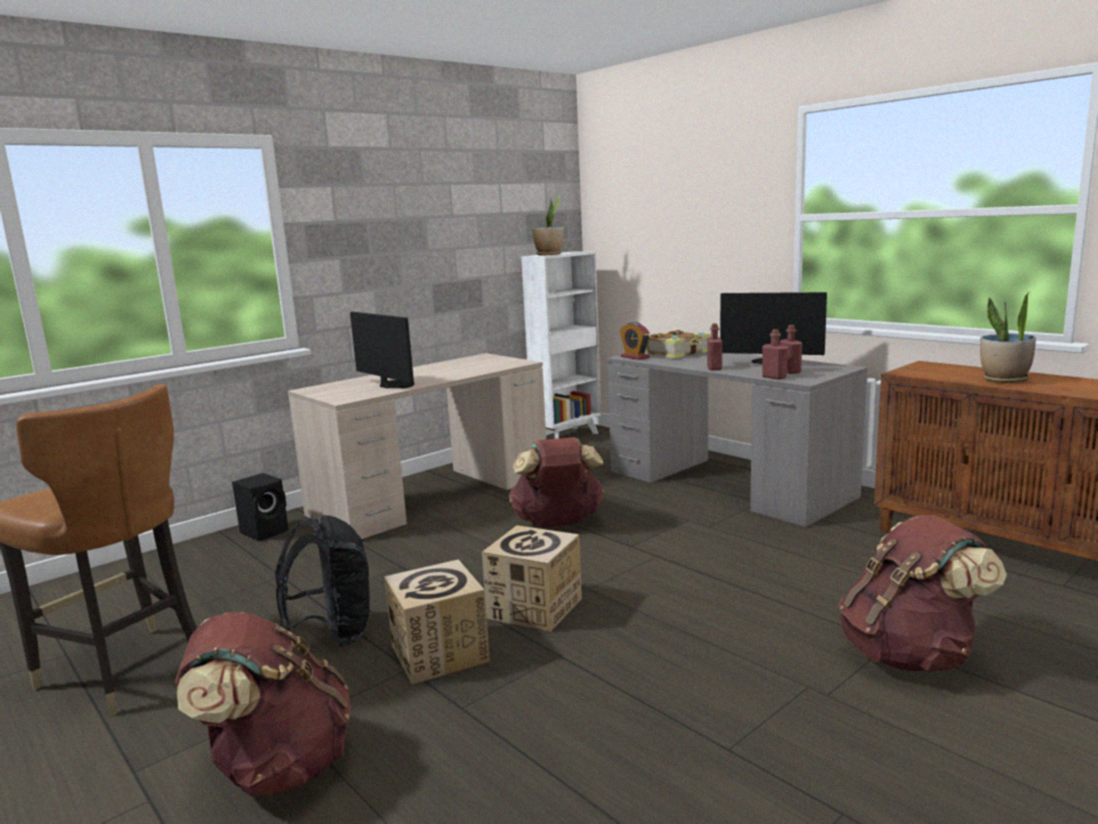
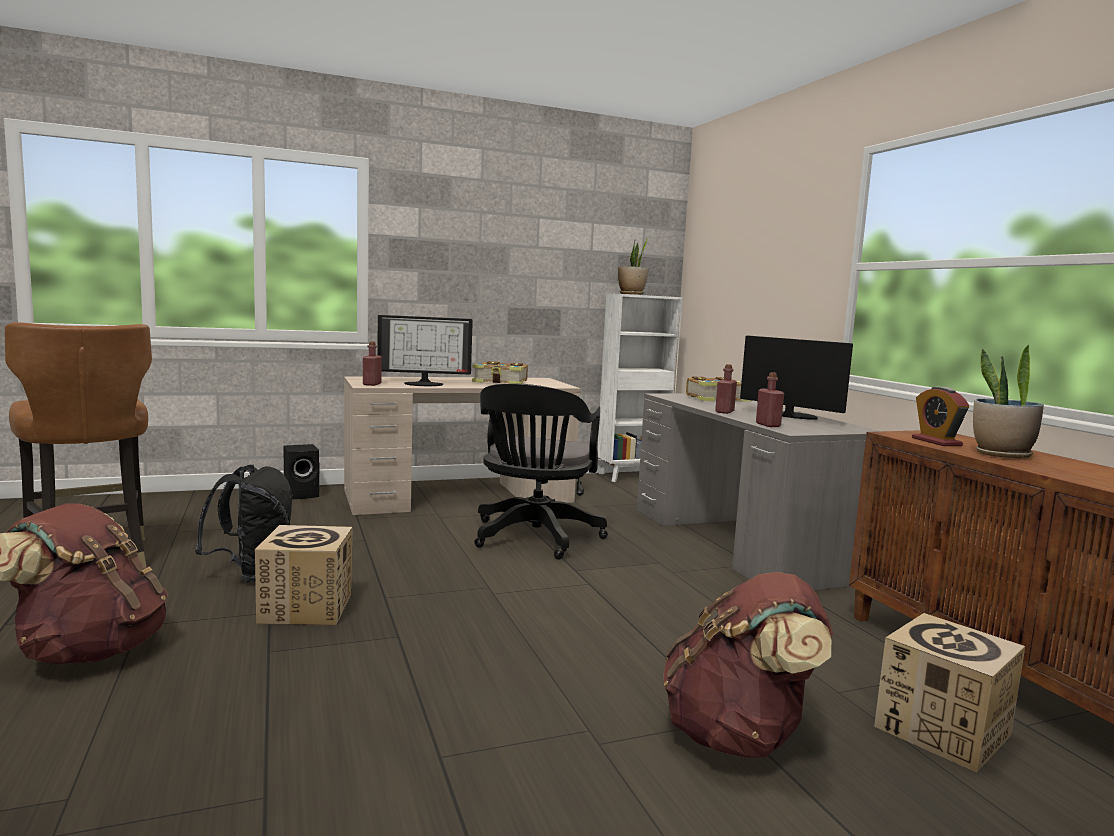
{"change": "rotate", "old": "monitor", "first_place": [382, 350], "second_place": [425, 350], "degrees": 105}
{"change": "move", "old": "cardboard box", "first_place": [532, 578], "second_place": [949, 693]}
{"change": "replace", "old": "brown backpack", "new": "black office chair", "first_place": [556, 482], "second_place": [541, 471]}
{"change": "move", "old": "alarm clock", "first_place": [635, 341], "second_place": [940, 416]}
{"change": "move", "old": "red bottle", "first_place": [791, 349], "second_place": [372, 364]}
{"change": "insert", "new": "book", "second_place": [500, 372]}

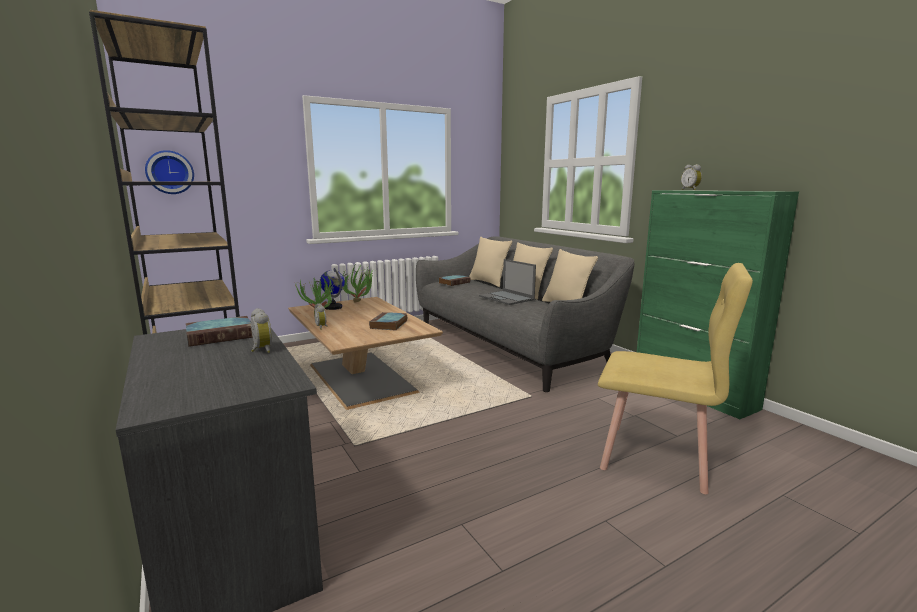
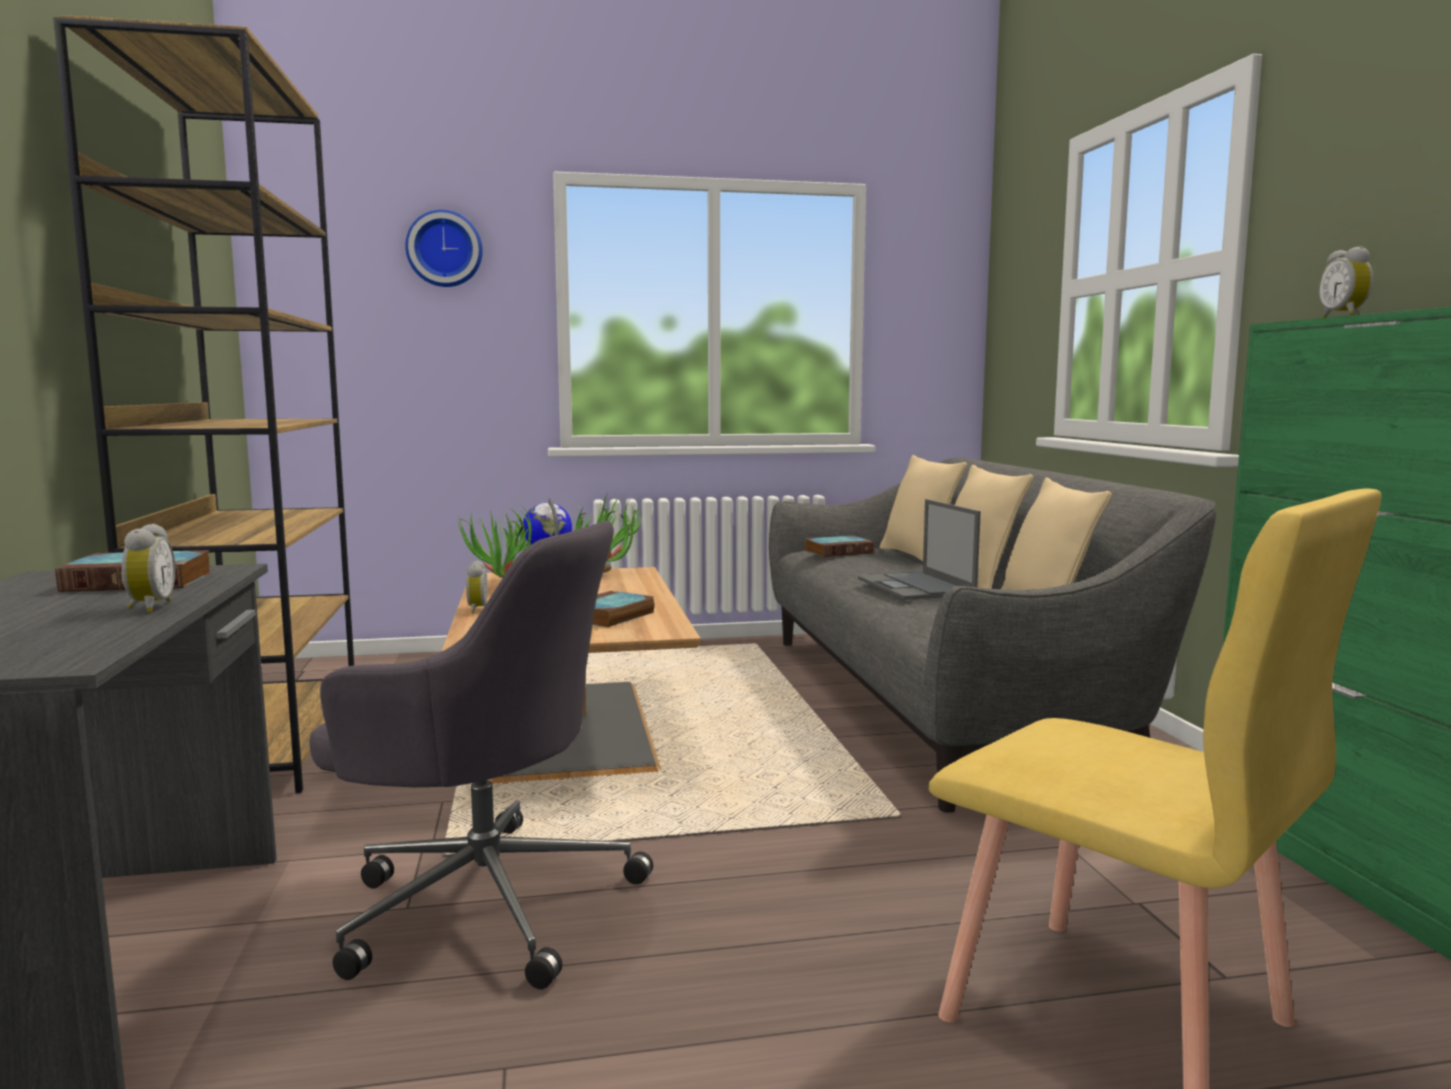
{"change": "move", "old": "wall clock", "first_place": [169, 172], "second_place": [444, 248]}
{"change": "insert", "new": "grey office chair", "second_place": [481, 755]}

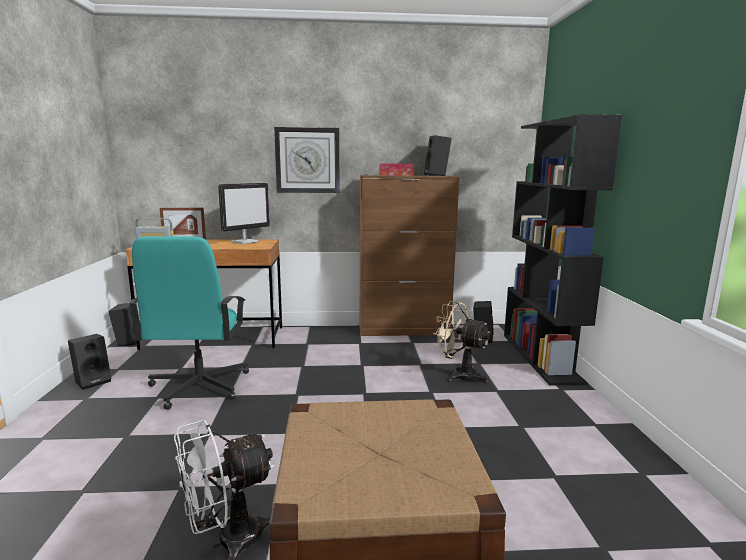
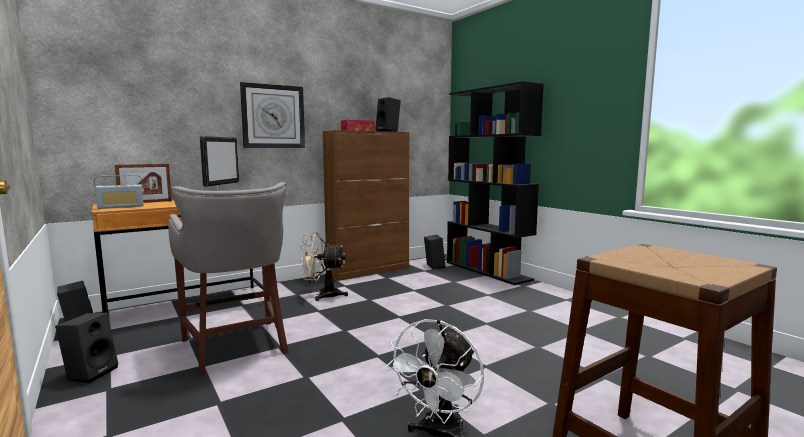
{"change": "replace", "old": "turquoise office chair", "new": "grey stool", "first_place": [188, 323], "second_place": [228, 278]}
{"change": "move", "old": "beige fan", "first_place": [461, 342], "second_place": [324, 266]}

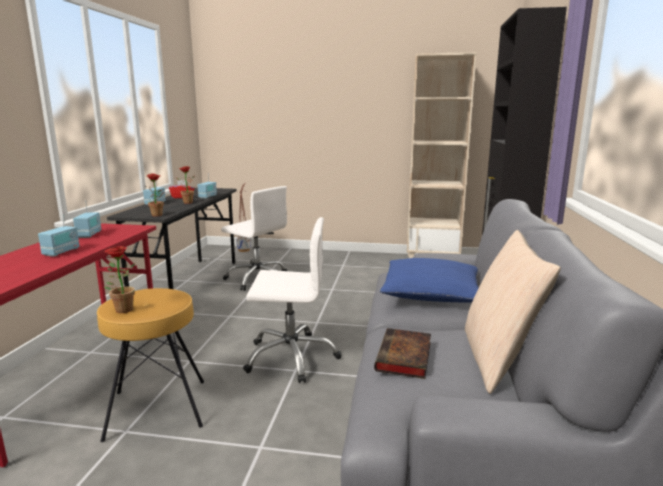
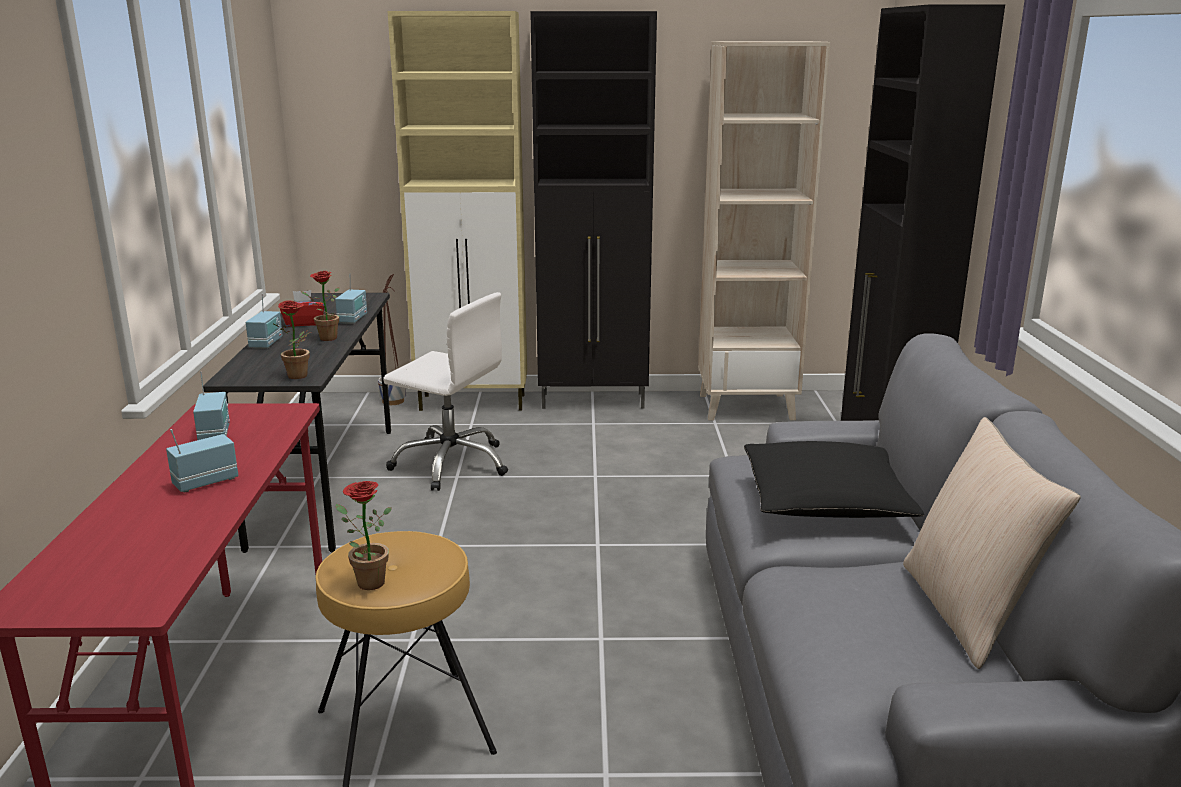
{"change": "rotate", "old": "radio", "first_place": [59, 234], "second_place": [202, 461], "degrees": -135}
{"change": "delete", "old": "white office chair", "first_place": [292, 300]}
{"change": "delete", "old": "book", "first_place": [402, 353]}
{"change": "recolor", "old": "blue pillow", "new": "black pillow", "first_place": [429, 280], "second_place": [834, 479]}
{"change": "insert", "new": "beige cabinet", "second_place": [457, 211]}
{"change": "insert", "new": "black cabinet", "second_place": [593, 210]}

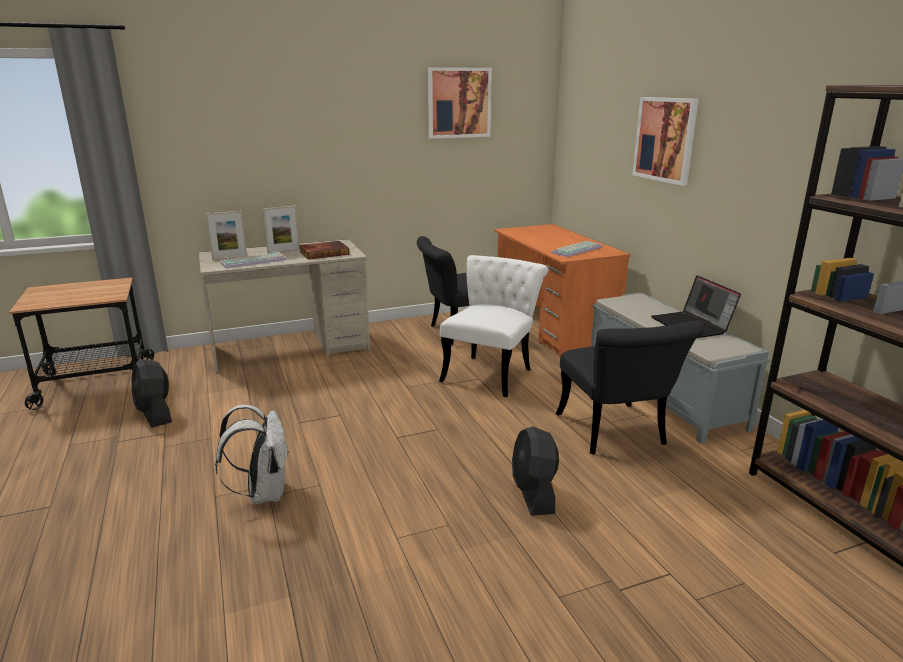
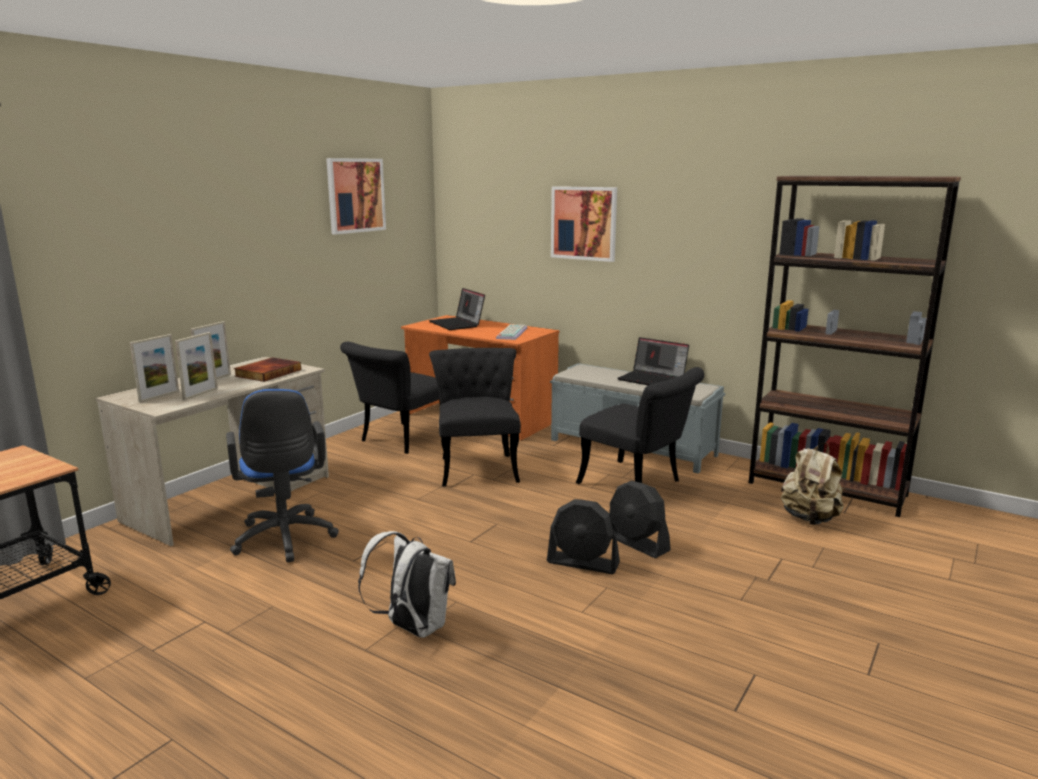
{"change": "move", "old": "black fan", "first_place": [152, 393], "second_place": [583, 536]}
{"change": "replace", "old": "keyboard", "new": "picture frame", "first_place": [254, 260], "second_place": [196, 366]}
{"change": "recolor", "old": "white chair", "new": "black chair", "first_place": [493, 326], "second_place": [475, 417]}
{"change": "insert", "new": "blue office chair", "second_place": [282, 475]}
{"change": "insert", "new": "laptop", "second_place": [457, 309]}
{"change": "insert", "new": "beige backpack", "second_place": [812, 484]}

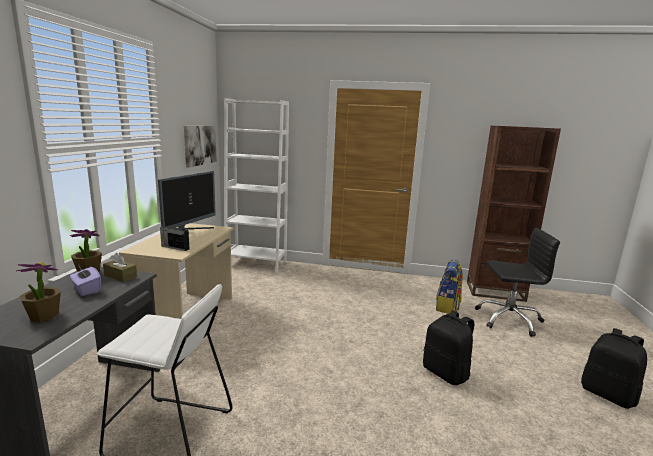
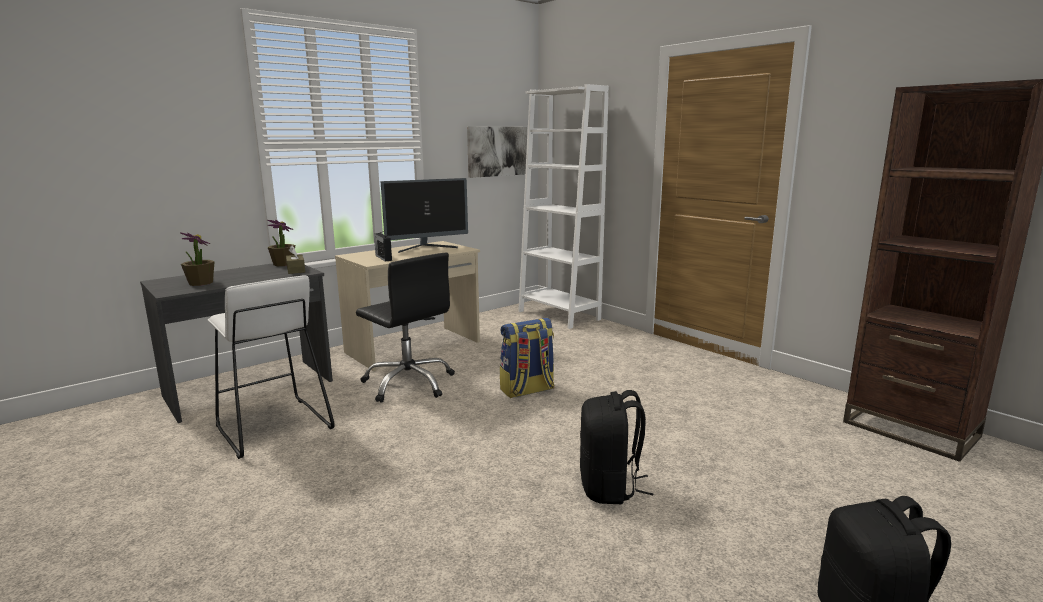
{"change": "delete", "old": "purple tissue box", "first_place": [85, 281]}
{"change": "move", "old": "backpack", "first_place": [449, 286], "second_place": [527, 358]}
{"change": "move", "old": "black office chair", "first_place": [517, 282], "second_place": [405, 328]}

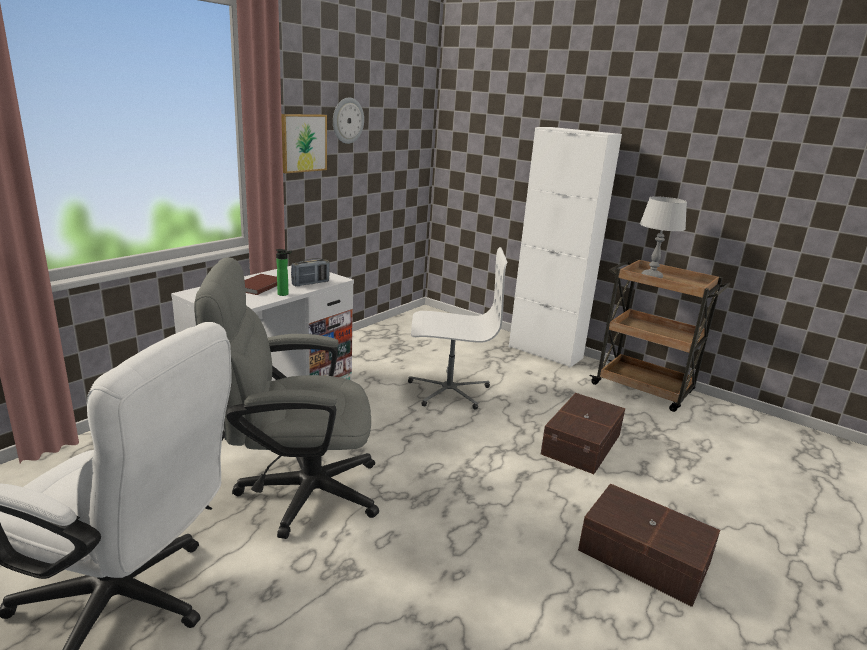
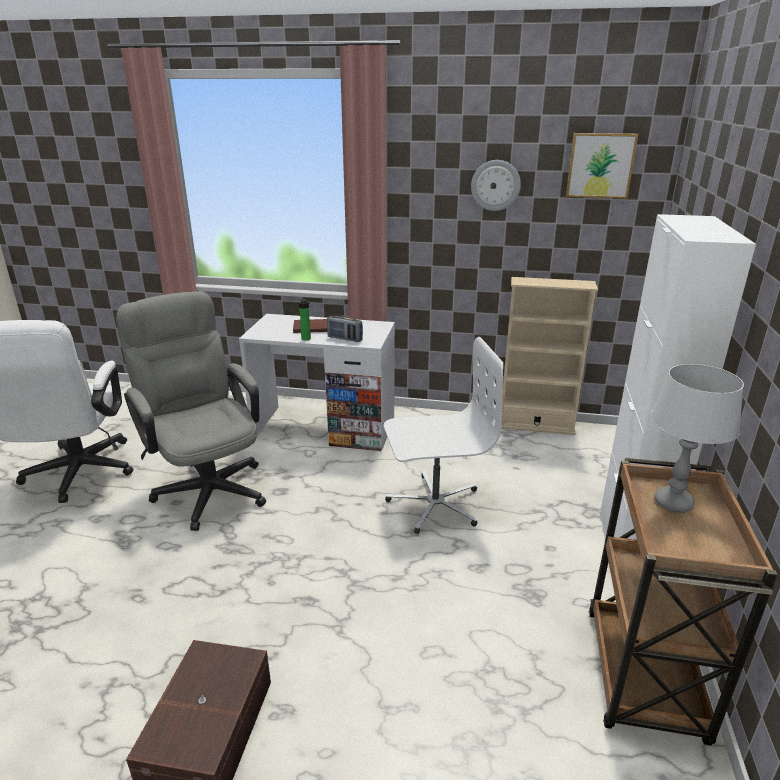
{"change": "move", "old": "picture", "first_place": [304, 144], "second_place": [602, 166]}
{"change": "rotate", "old": "white office chair", "first_place": [457, 328], "second_place": [443, 435], "degrees": -75}
{"change": "delete", "old": "brown storage box", "first_place": [583, 433]}
{"change": "insert", "new": "beige bookcase", "second_place": [549, 356]}

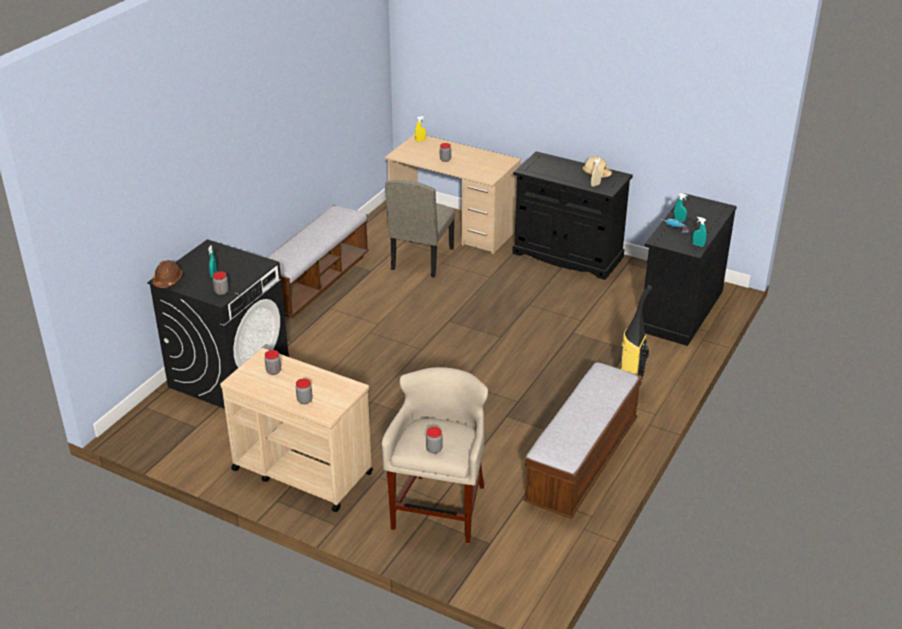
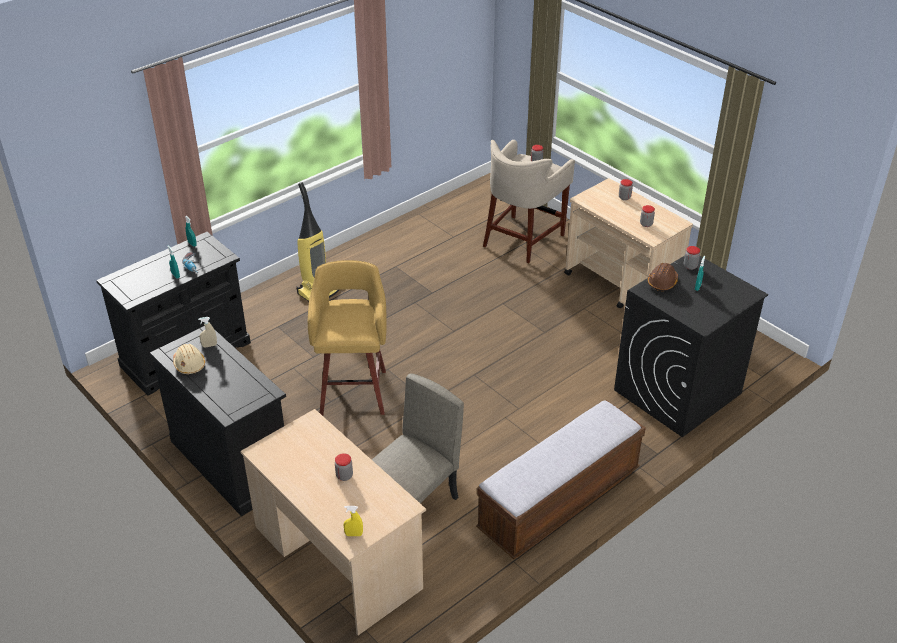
{"change": "move", "old": "brown hard hat", "first_place": [167, 274], "second_place": [663, 277]}
{"change": "delete", "old": "bench", "first_place": [583, 440]}
{"change": "insert", "new": "yellow stool", "second_place": [347, 338]}

